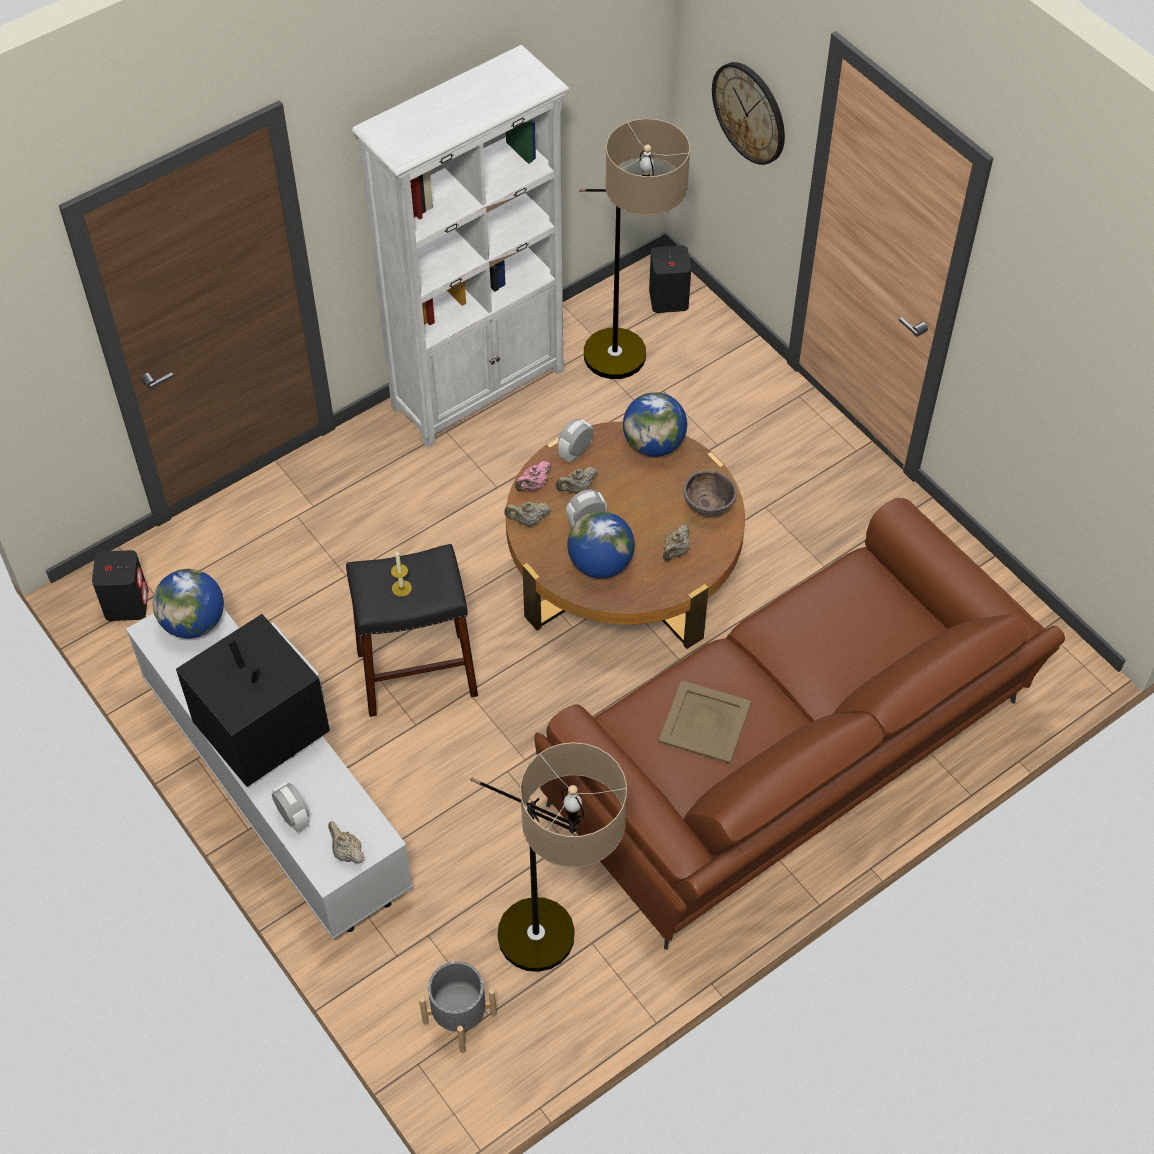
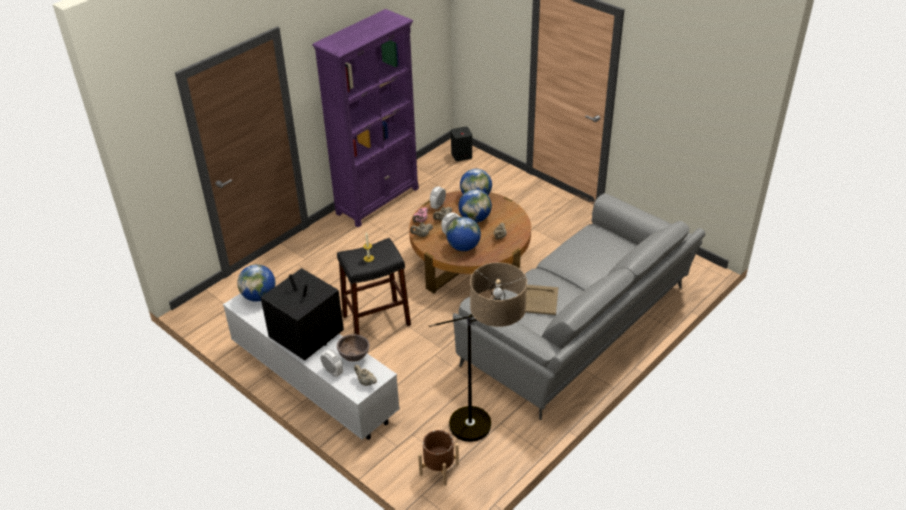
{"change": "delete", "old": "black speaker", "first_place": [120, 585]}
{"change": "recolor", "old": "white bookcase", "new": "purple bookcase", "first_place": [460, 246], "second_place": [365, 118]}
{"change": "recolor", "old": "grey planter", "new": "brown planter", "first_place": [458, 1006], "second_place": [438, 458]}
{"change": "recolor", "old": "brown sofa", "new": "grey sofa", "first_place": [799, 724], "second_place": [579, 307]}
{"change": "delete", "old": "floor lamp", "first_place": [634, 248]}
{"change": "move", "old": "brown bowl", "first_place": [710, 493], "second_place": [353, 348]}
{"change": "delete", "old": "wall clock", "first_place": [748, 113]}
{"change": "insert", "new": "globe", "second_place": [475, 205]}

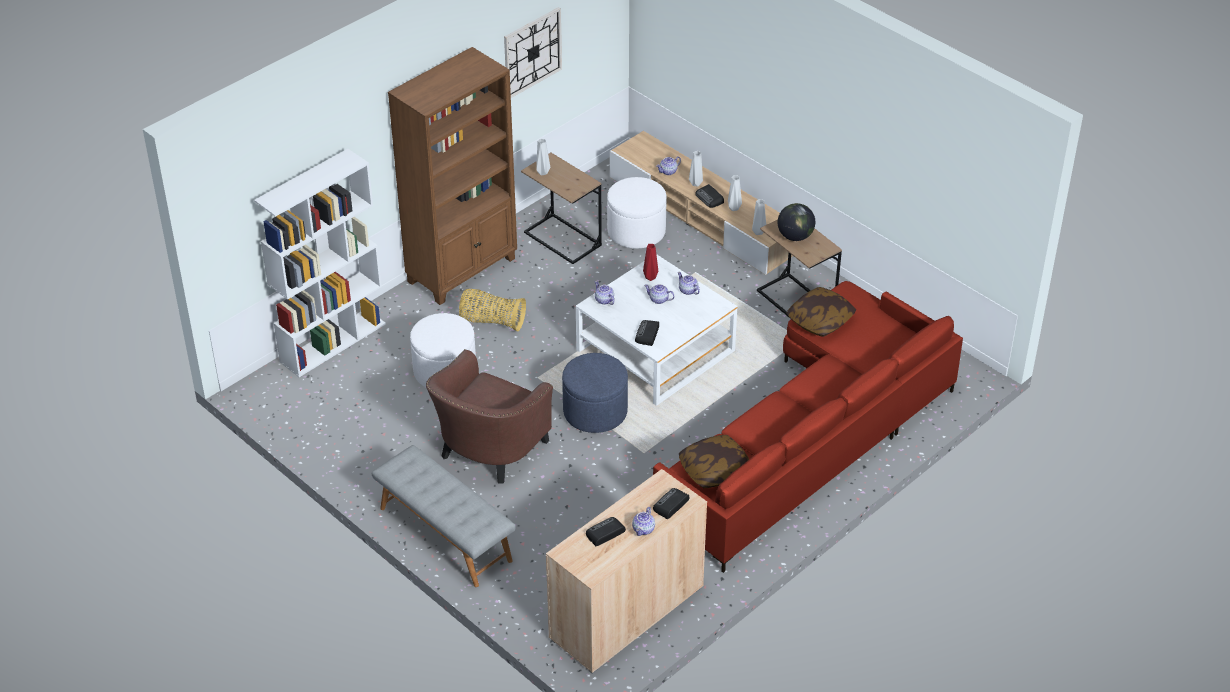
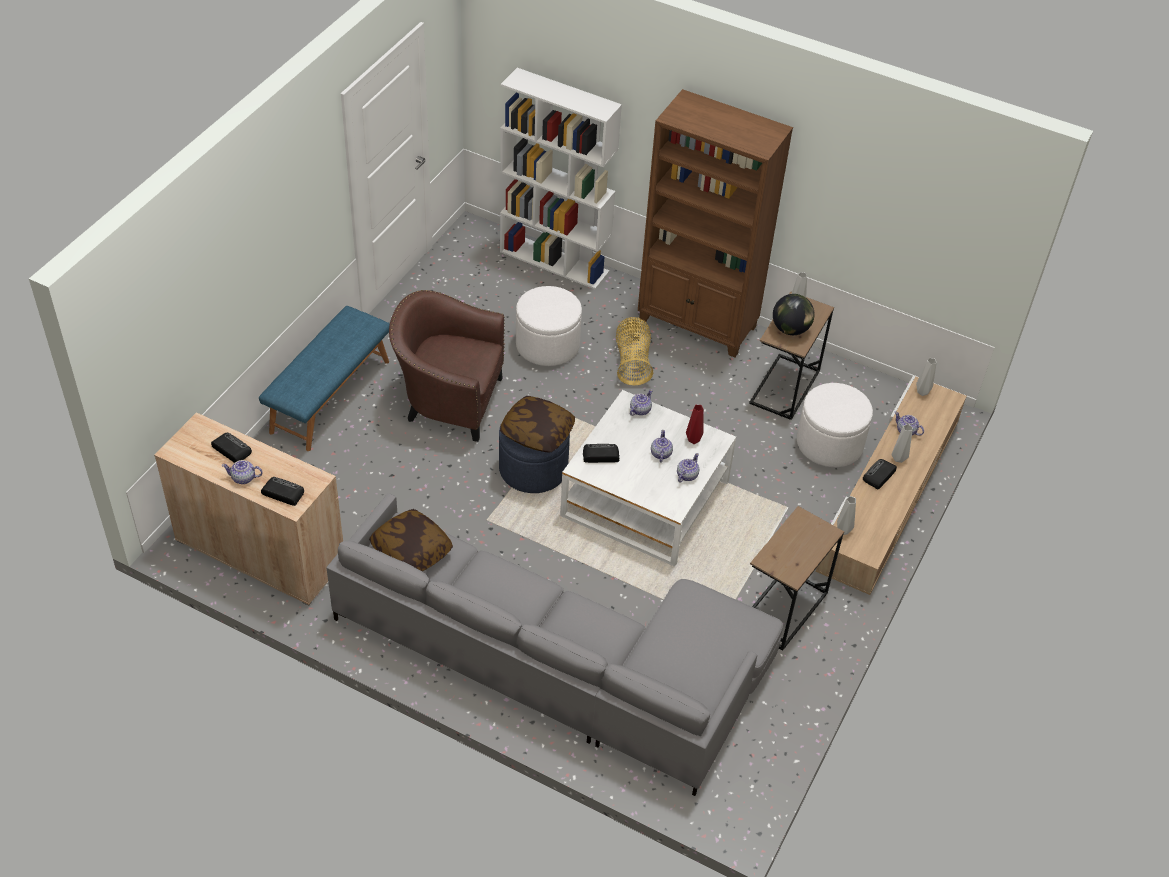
{"change": "recolor", "old": "grey bench", "new": "blue bench", "first_place": [443, 516], "second_place": [324, 378]}
{"change": "delete", "old": "wall clock", "first_place": [533, 52]}
{"change": "recolor", "old": "red sofa", "new": "grey sofa", "first_place": [808, 427], "second_place": [554, 644]}
{"change": "move", "old": "grey vase", "first_place": [735, 193], "second_place": [926, 377]}
{"change": "move", "old": "globe", "first_place": [796, 222], "second_place": [794, 314]}
{"change": "move", "old": "pillow", "first_place": [821, 312], "second_place": [537, 424]}

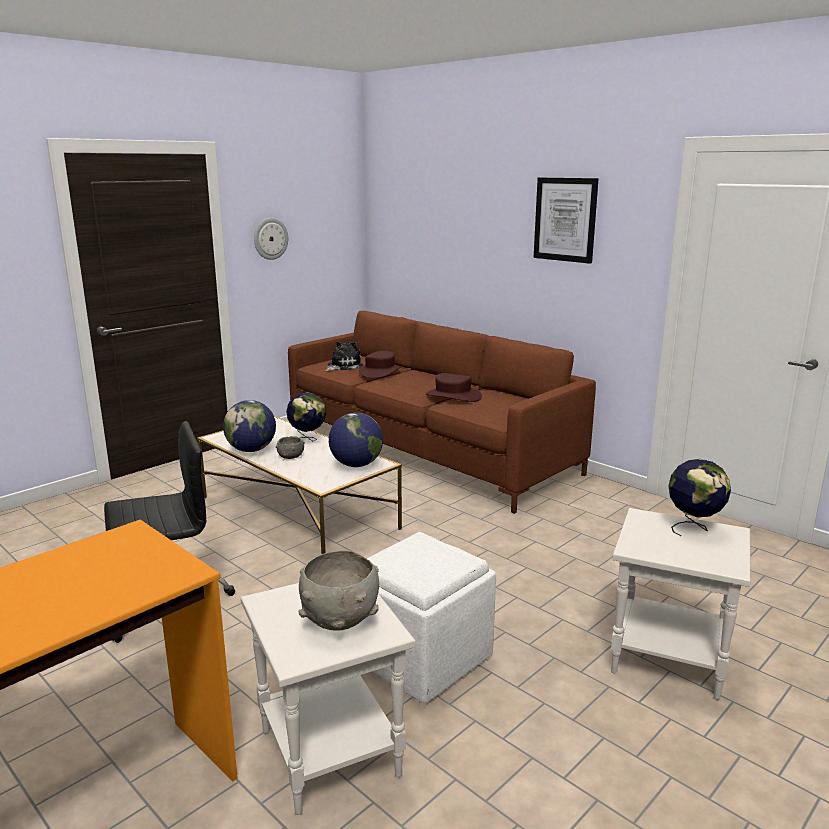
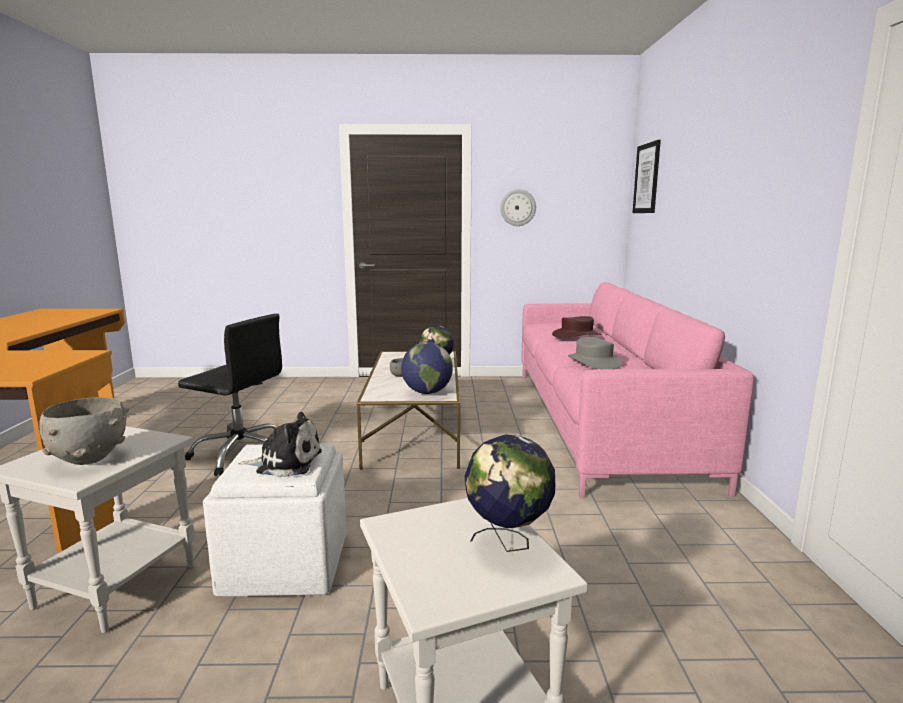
{"change": "delete", "old": "globe", "first_place": [249, 426]}
{"change": "recolor", "old": "brown sofa", "new": "pink sofa", "first_place": [442, 412], "second_place": [637, 390]}
{"change": "move", "old": "plush toy", "first_place": [344, 356], "second_place": [280, 444]}
{"change": "recolor", "old": "brown hat", "new": "grey hat", "first_place": [454, 387], "second_place": [595, 353]}
{"change": "move", "old": "picture", "first_place": [566, 220], "second_place": [646, 176]}

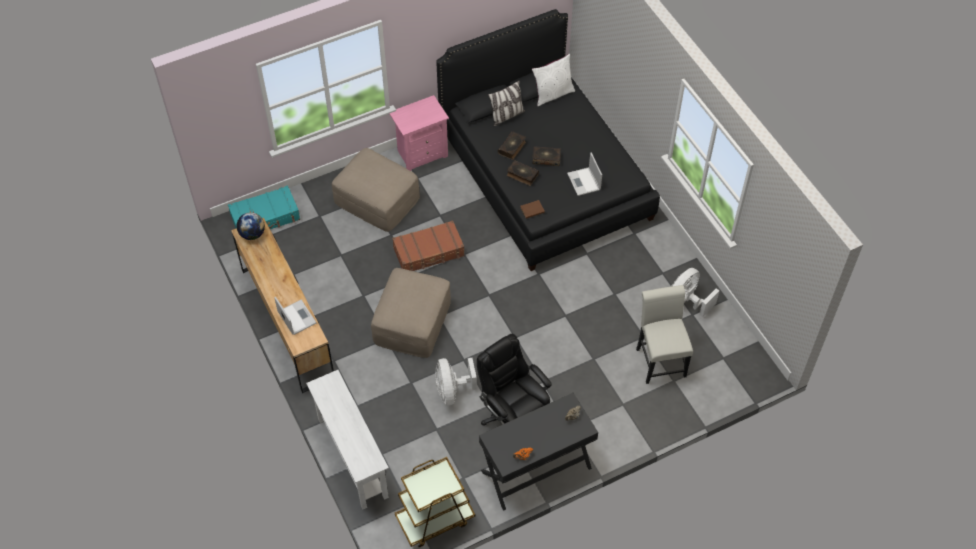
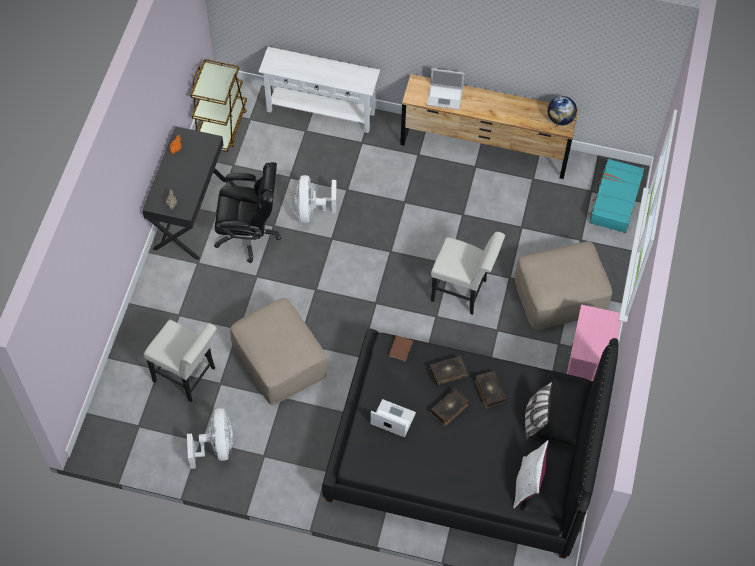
{"change": "move", "old": "beige ottoman", "first_place": [411, 313], "second_place": [278, 351]}
{"change": "replace", "old": "brown suitcase", "new": "white chair", "first_place": [428, 245], "second_place": [468, 273]}
{"change": "rotate", "old": "white fan", "first_place": [456, 381], "second_place": [316, 199], "degrees": -120}

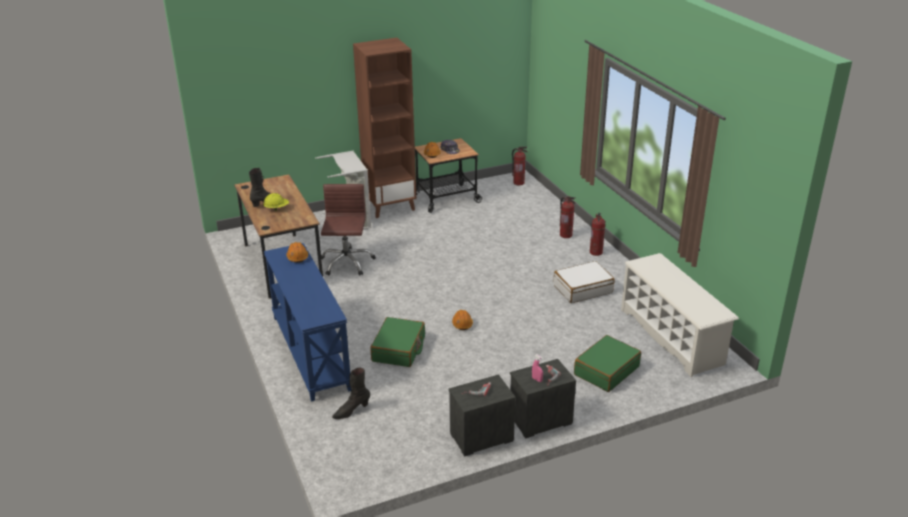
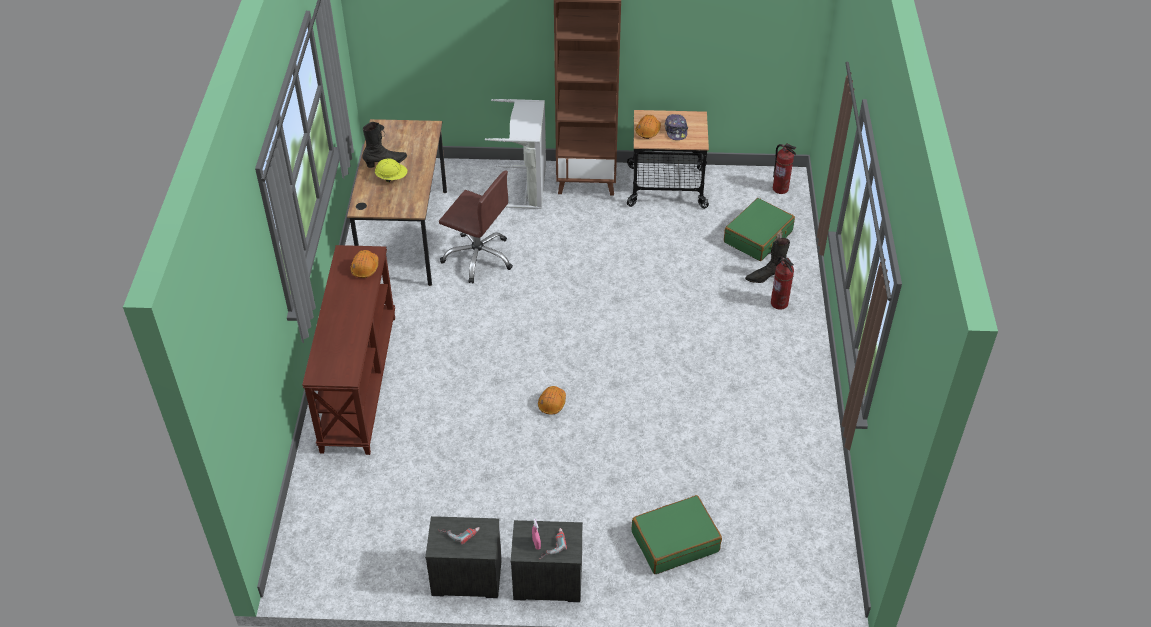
{"change": "recolor", "old": "blue console table", "new": "brown console table", "first_place": [307, 322], "second_place": [348, 350]}
{"change": "rotate", "old": "brown office chair", "first_place": [348, 230], "second_place": [476, 226], "degrees": 90}
{"change": "move", "old": "black boot", "first_place": [351, 393], "second_place": [767, 260]}
{"change": "move", "old": "green suitcase", "first_place": [397, 342], "second_place": [759, 229]}
{"change": "delete", "old": "white suitcase", "first_place": [584, 282]}
{"change": "delete", "old": "fire extinguisher", "first_place": [597, 234]}
{"change": "delete", "old": "white shoe rack", "first_place": [680, 315]}

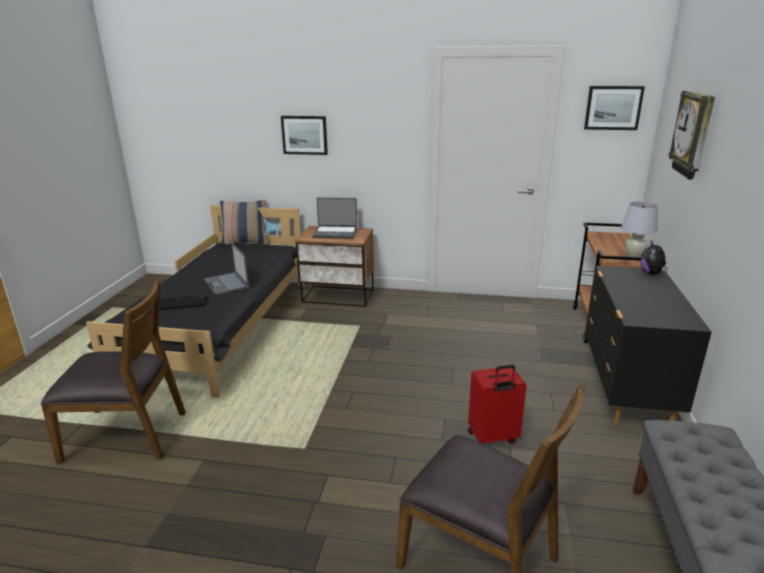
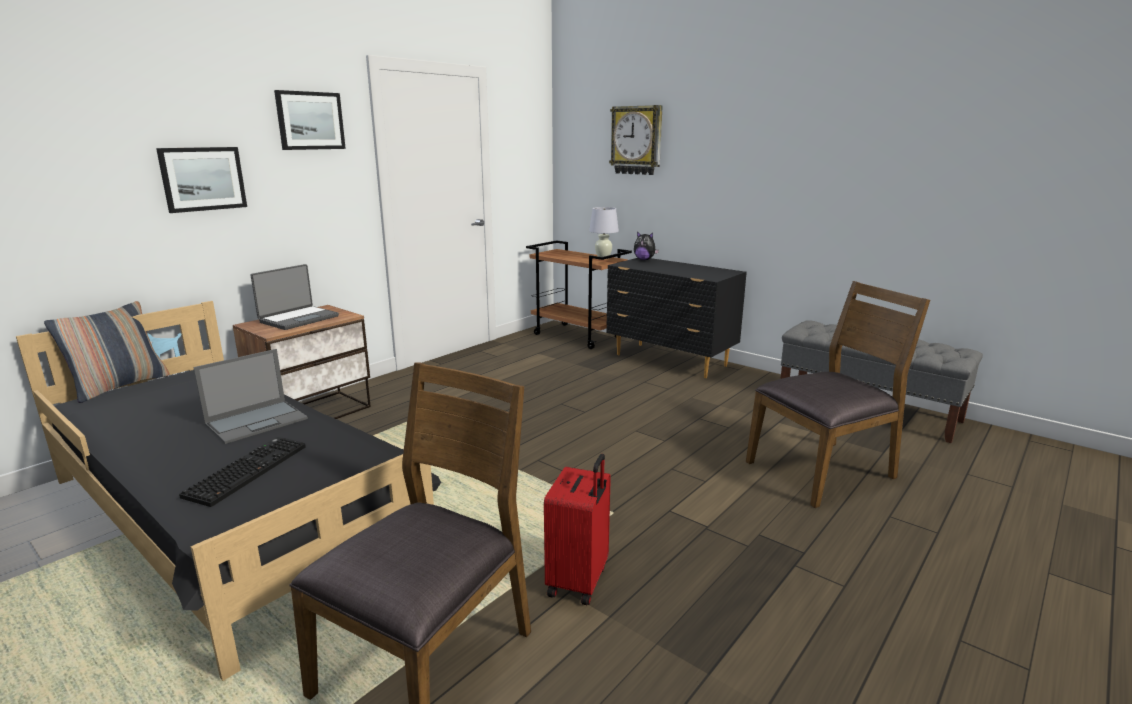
{"change": "rotate", "old": "laptop", "first_place": [226, 268], "second_place": [250, 396], "degrees": -45}
{"change": "move", "old": "red suitcase", "first_place": [497, 404], "second_place": [577, 529]}
{"change": "move", "old": "picture", "first_place": [614, 108], "second_place": [310, 120]}

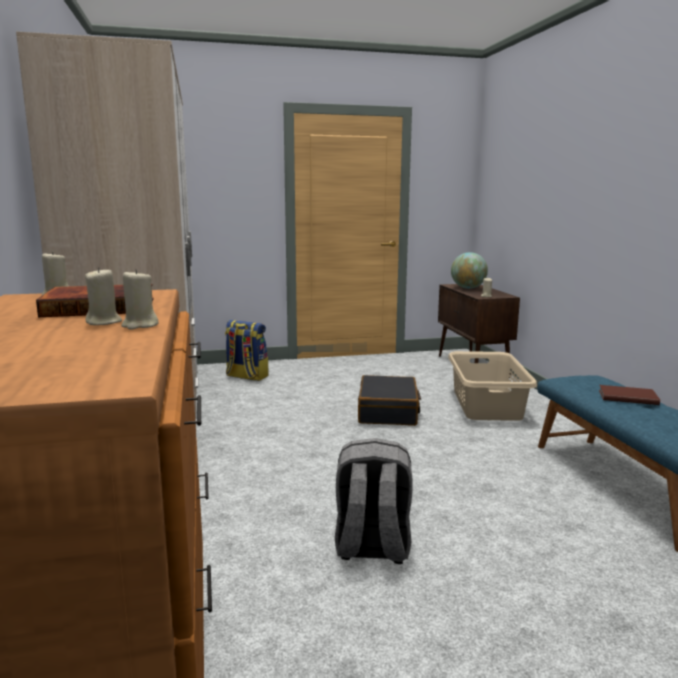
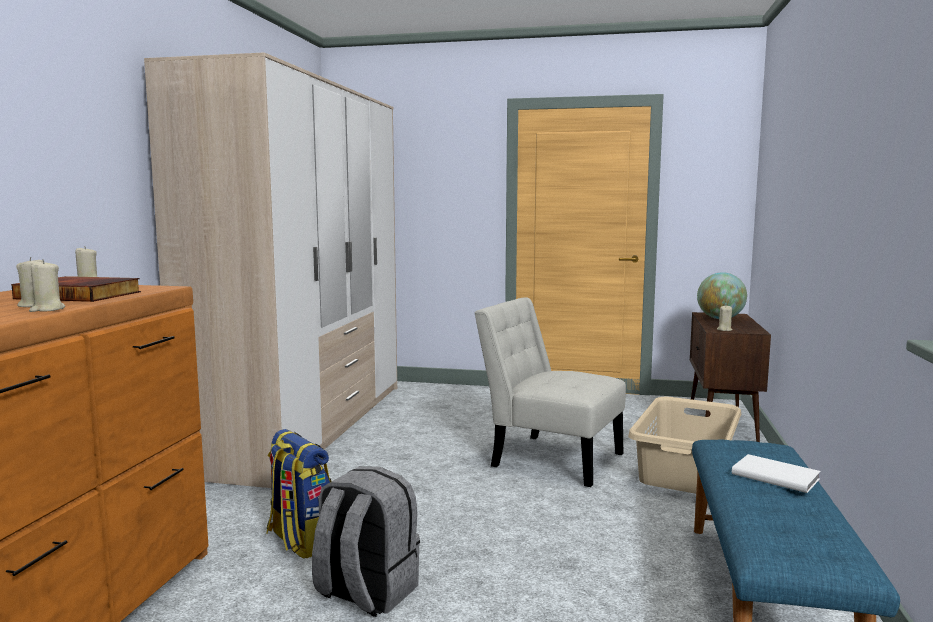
{"change": "move", "old": "backpack", "first_place": [246, 350], "second_place": [299, 494]}
{"change": "replace", "old": "black suitcase", "new": "white chair", "first_place": [389, 400], "second_place": [550, 392]}
{"change": "recolor", "old": "brown book", "new": "white book", "first_place": [629, 395], "second_place": [776, 473]}

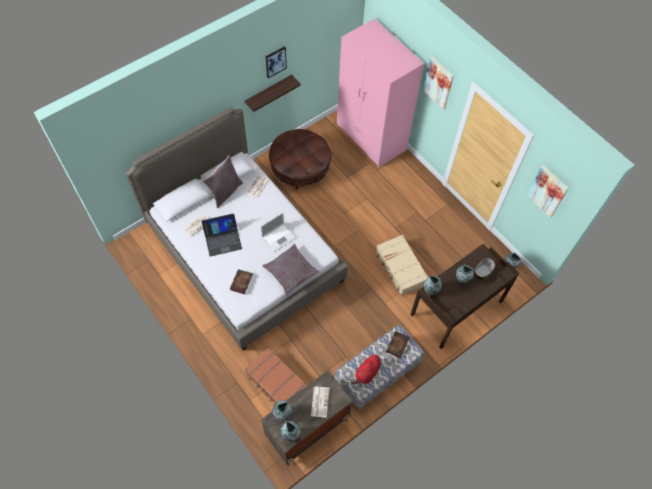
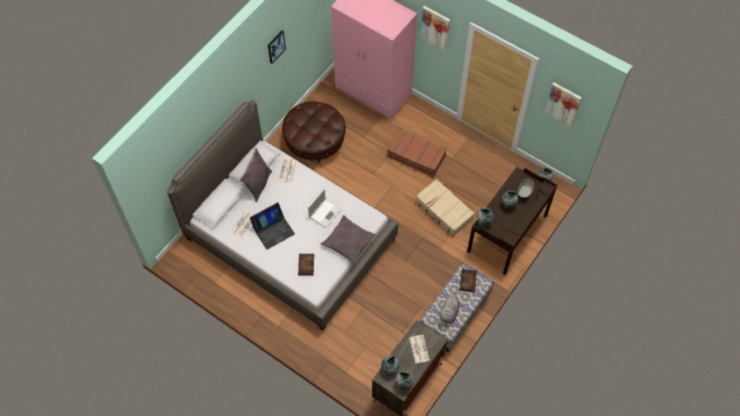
{"change": "delete", "old": "shelf", "first_place": [273, 93]}
{"change": "move", "old": "brown suitcase", "first_place": [276, 375], "second_place": [417, 153]}
{"change": "recolor", "old": "red plush toy", "new": "grey plush toy", "first_place": [366, 368], "second_place": [449, 310]}

